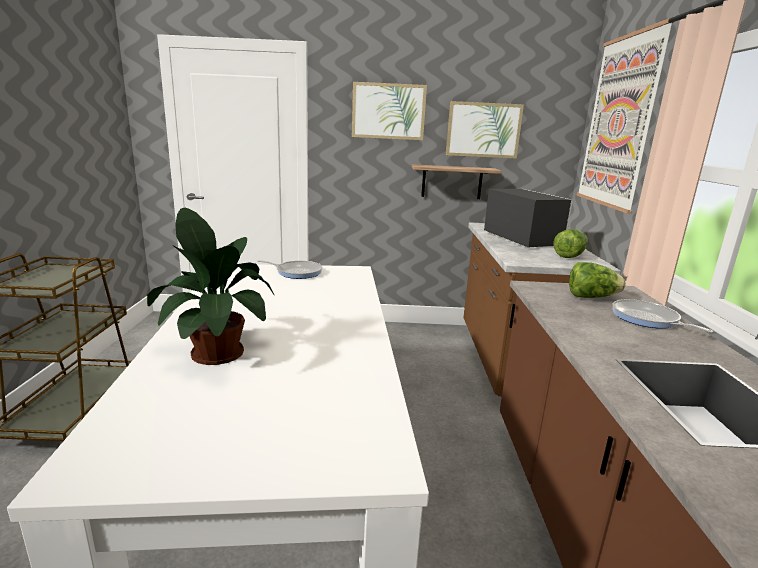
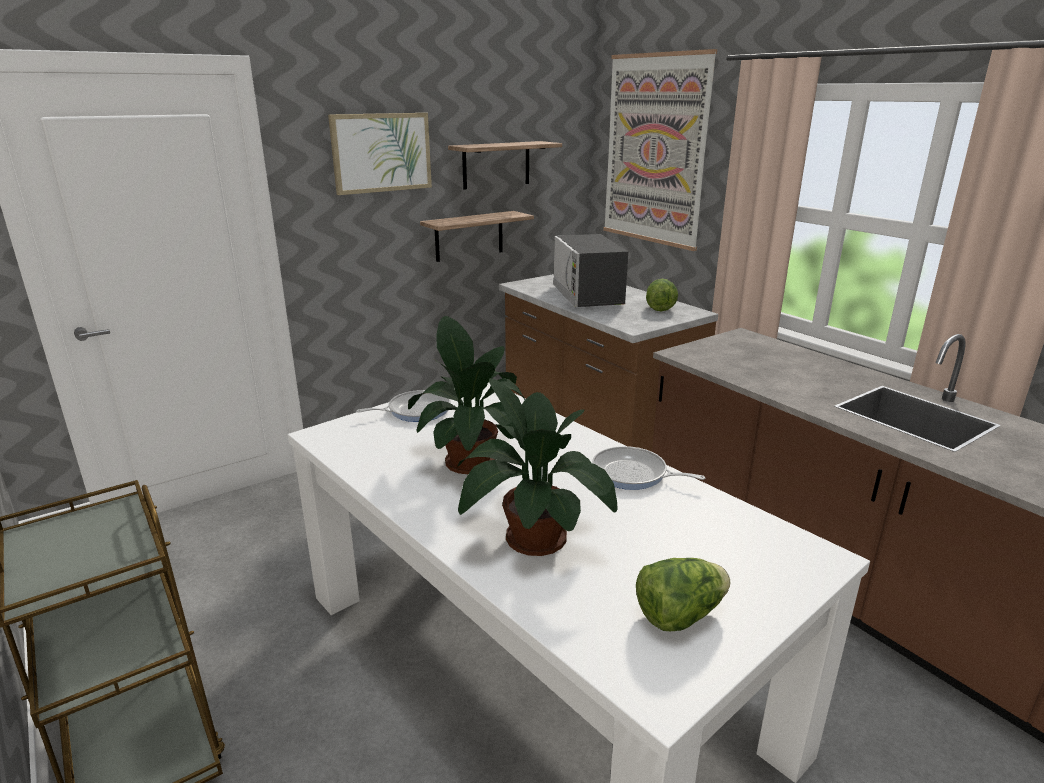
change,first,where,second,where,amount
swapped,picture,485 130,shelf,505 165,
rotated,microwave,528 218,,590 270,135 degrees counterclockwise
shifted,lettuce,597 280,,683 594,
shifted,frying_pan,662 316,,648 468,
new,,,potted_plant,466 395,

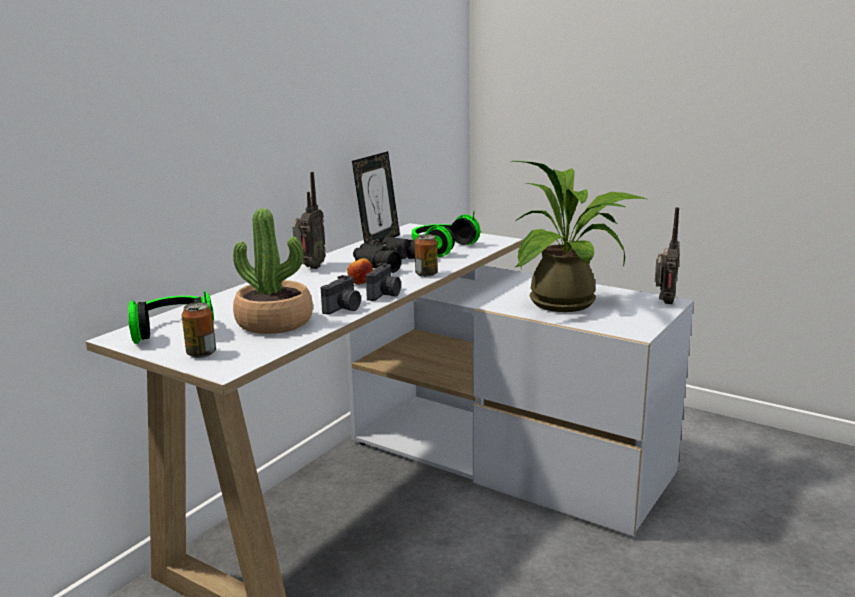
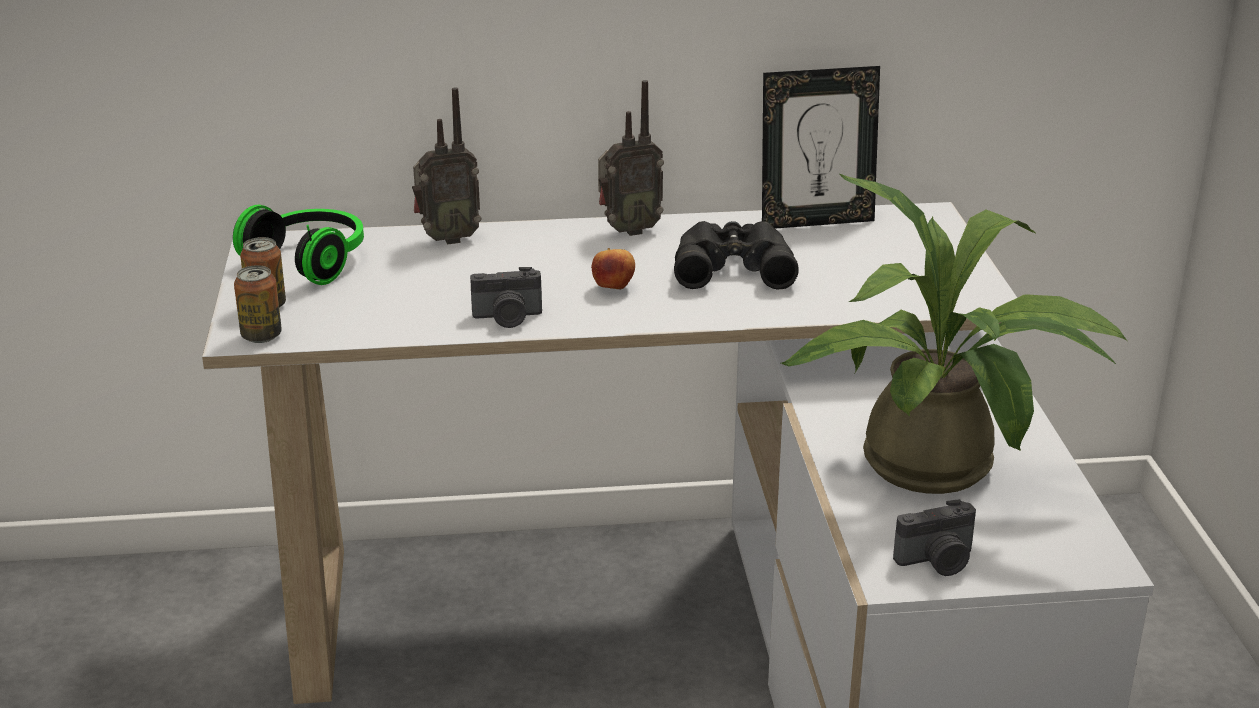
change,first,where,second,where,amount
shifted,radio,667 255,,446 166,
gone,potted_plant,273 271,,,
gone,headphones,446 233,,,
shifted,can,426 255,,258 304,
shifted,photo_camera,383 282,,934 537,

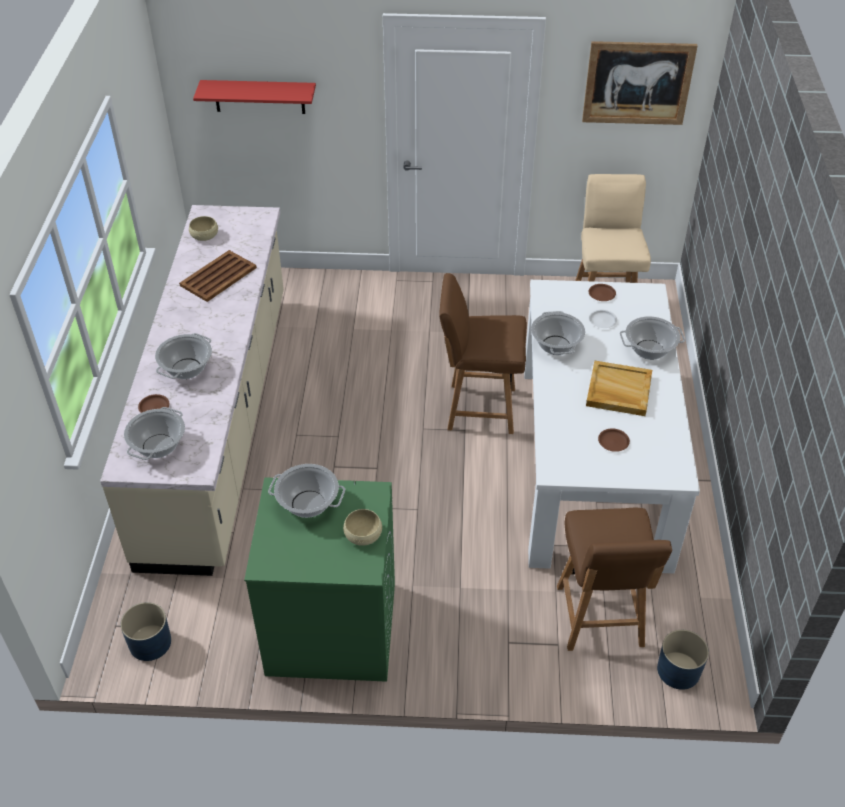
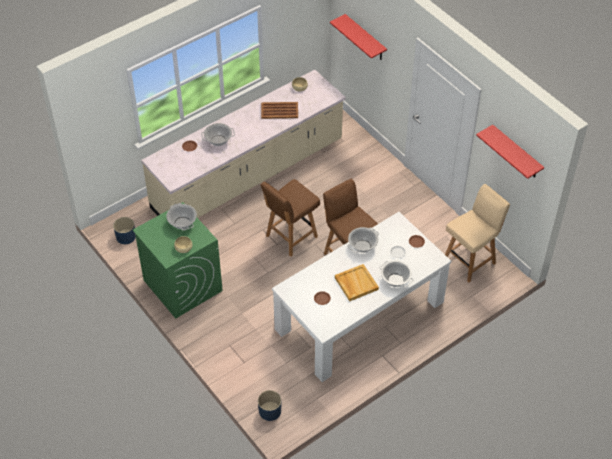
change,first,where,second,where,amount
swapped,picture,640 83,red_shelf,510 152,
gone,cooking_pot,154 433,,,
shifted,brown_chair,614 579,,290 218,

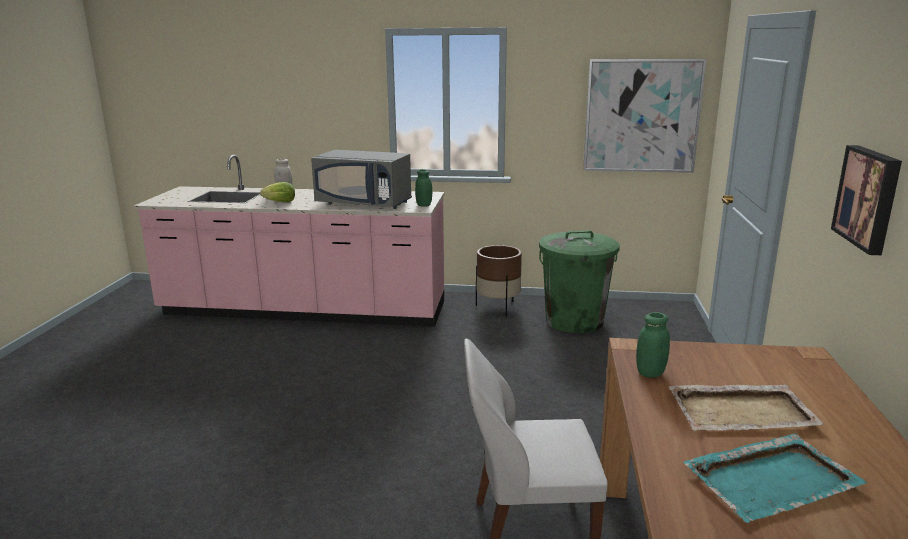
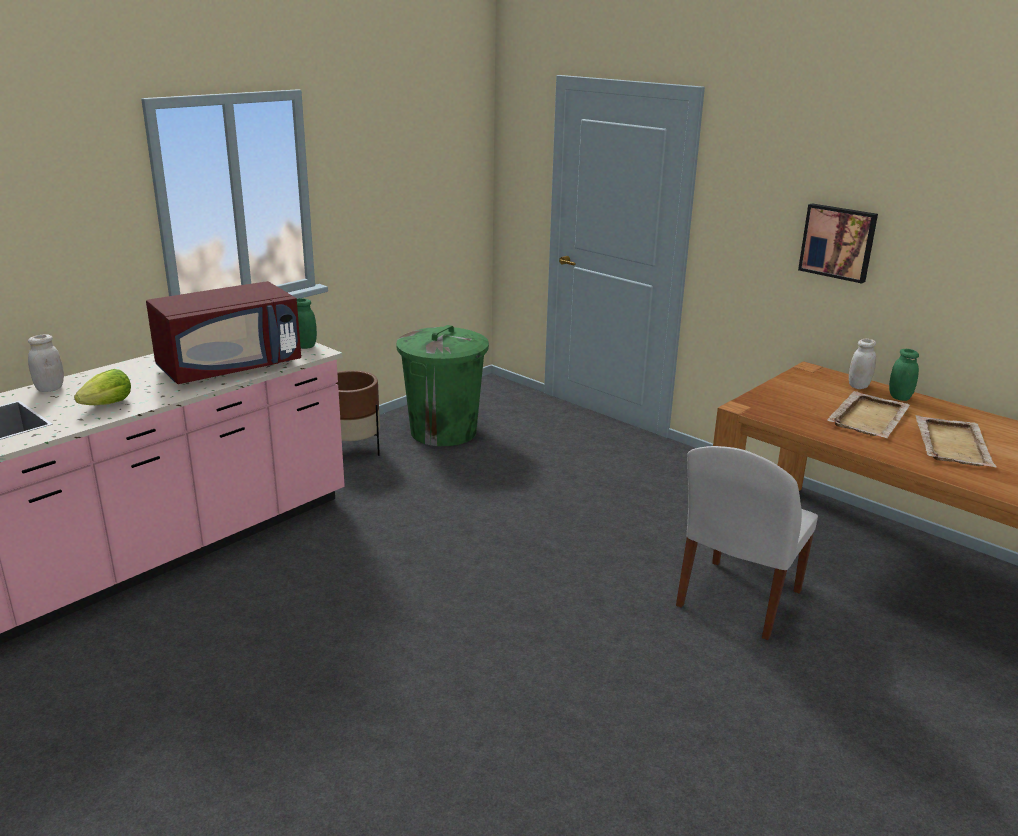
change,first,where,second,where,amount
gone,picture,644 116,,,
repainted,grey_microwave,361 179,red_microwave,223 332,
shifted,green_jar,653 345,,904 375,
repainted,turquoise_tray,775 478,beige_tray,956 441,
new,,,white_jar,862 364,

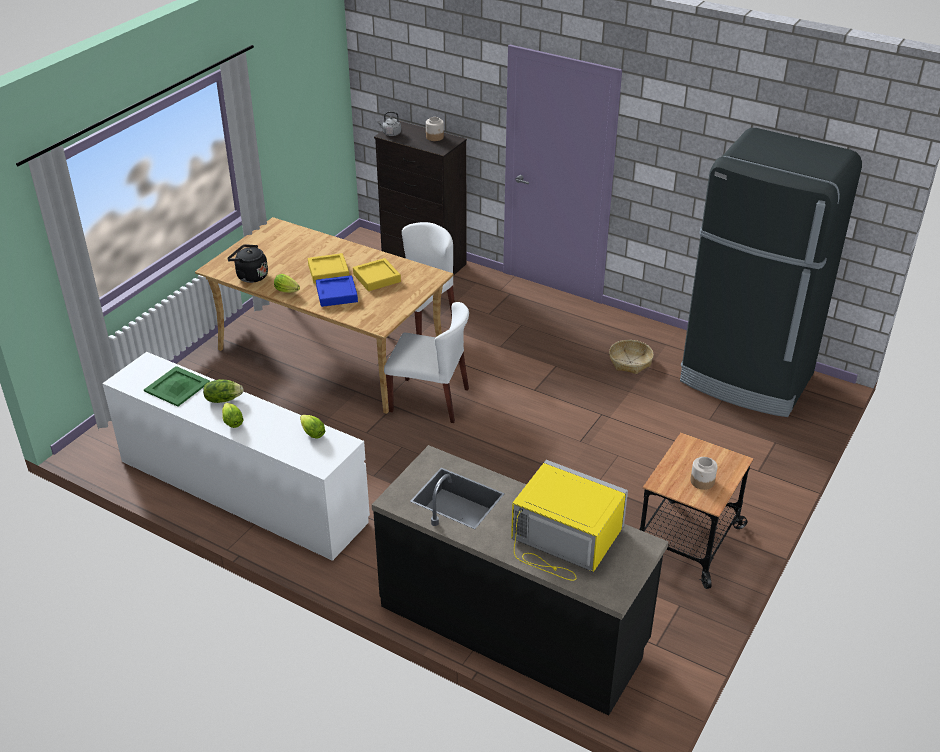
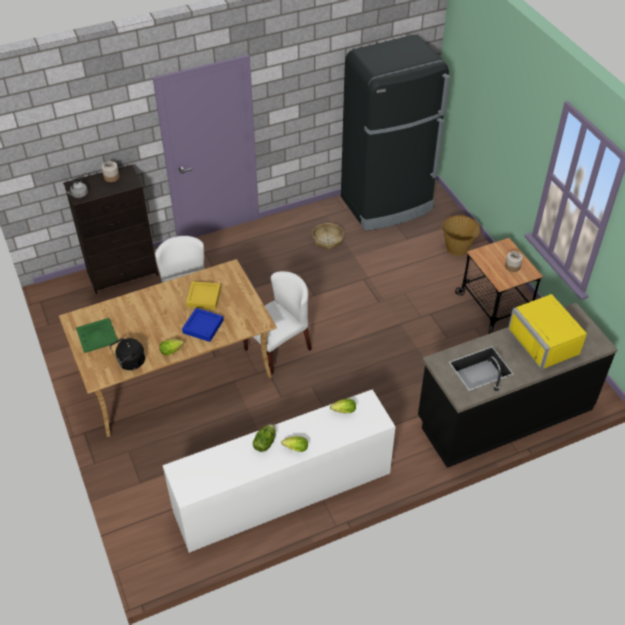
change,first,where,second,where,amount
gone,yellow_tray,328 268,,,
shifted,green_tray,177 386,,97 335,
rotated,yellow_microwave,569 520,,547 332,90 degrees counterclockwise
new,,,basket,461 235,

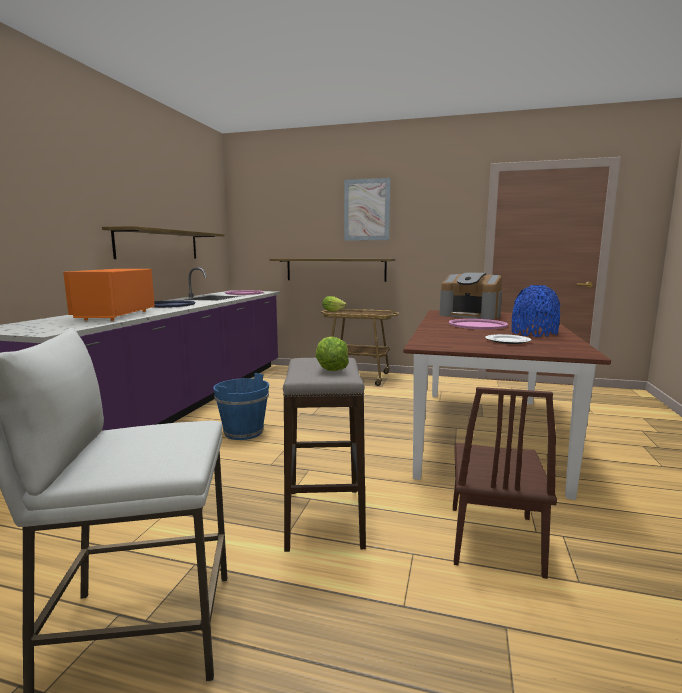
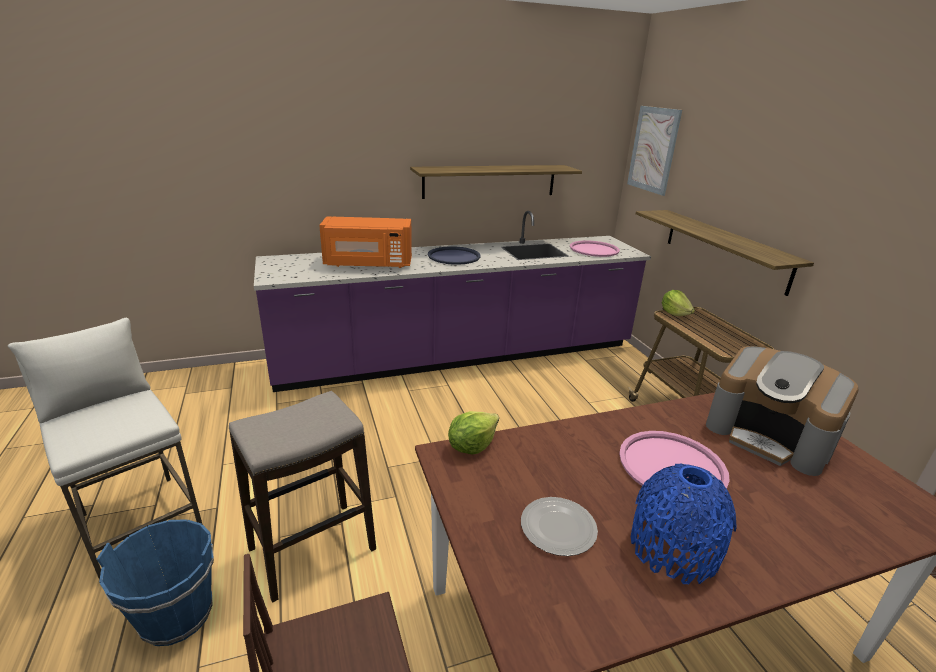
change,first,where,second,where,amount
shifted,picture,367 209,,654 151,
rotated,orange_microwave,109 295,,365 242,150 degrees counterclockwise
rotated,coffee_machine,470 296,,782 411,45 degrees counterclockwise
shifted,lettuce,332 353,,473 433,
shifted,blue_bucket,241 406,,155 582,

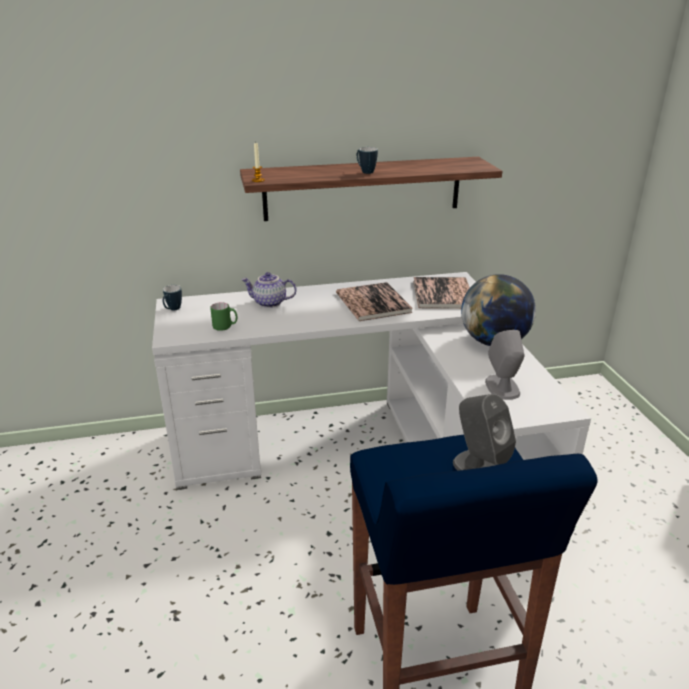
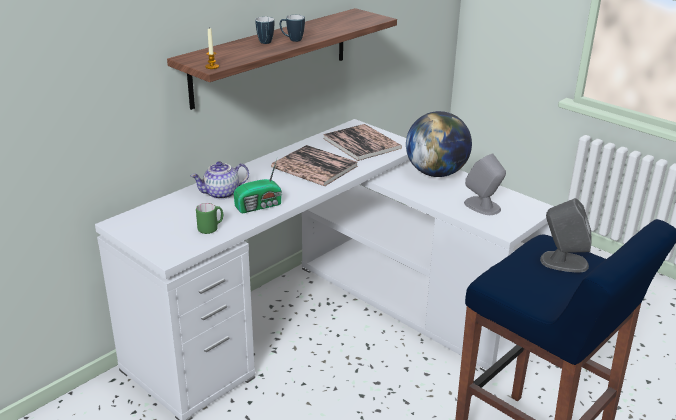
change,first,where,second,where,amount
shifted,mug,172 298,,264 30,
new,,,radio,258 186,

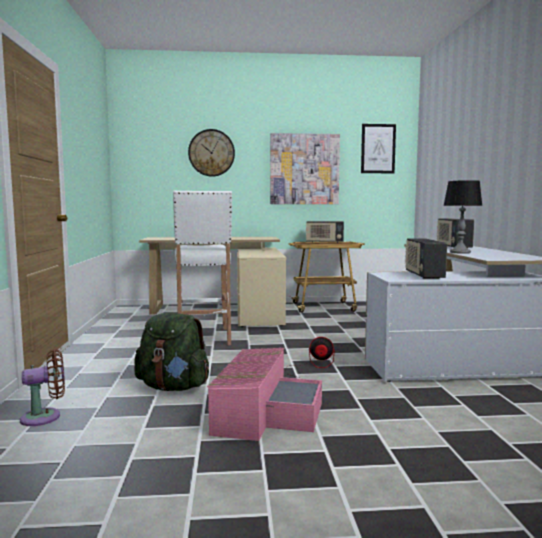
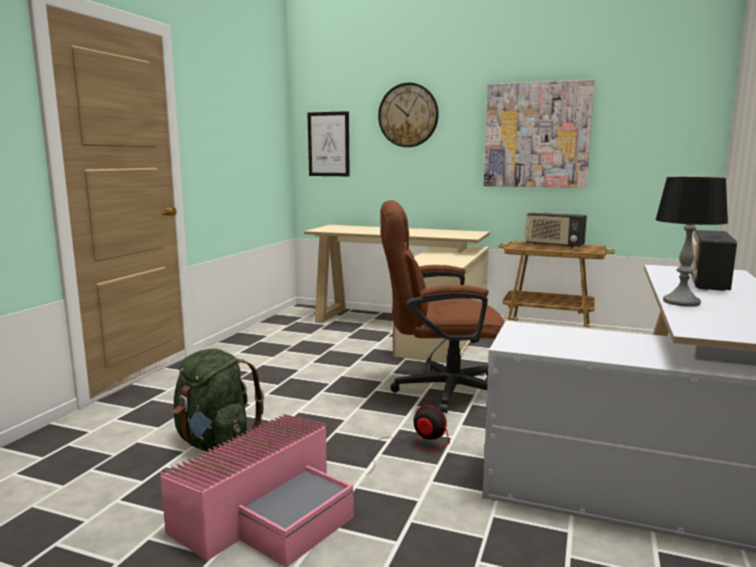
change,first,where,second,where,amount
shifted,picture,378 148,,328 143,
gone,white_stool,202 268,,,
gone,radio,426 259,,,
gone,brown_fan,42 387,,,
new,,,brown_office_chair,443 306,

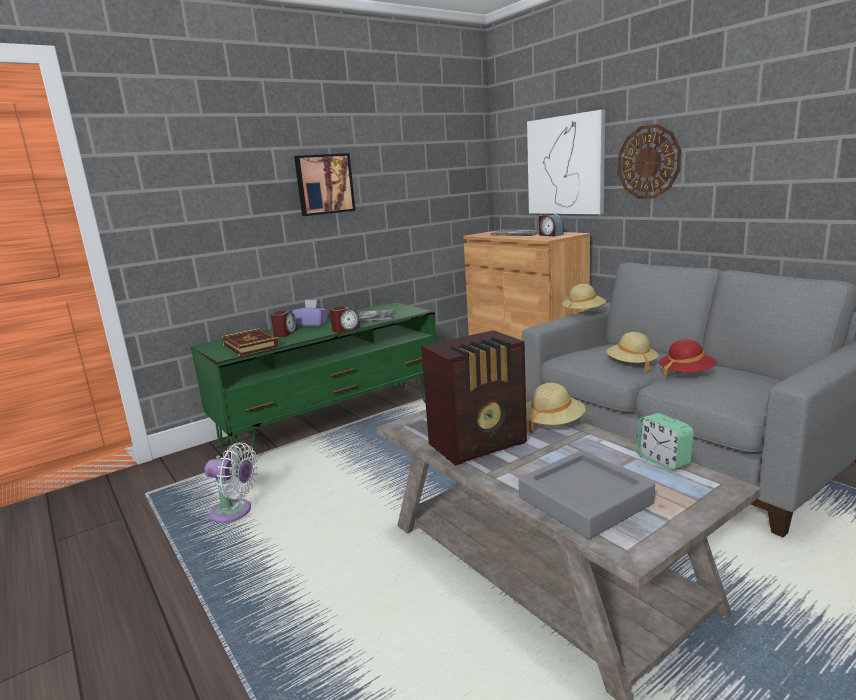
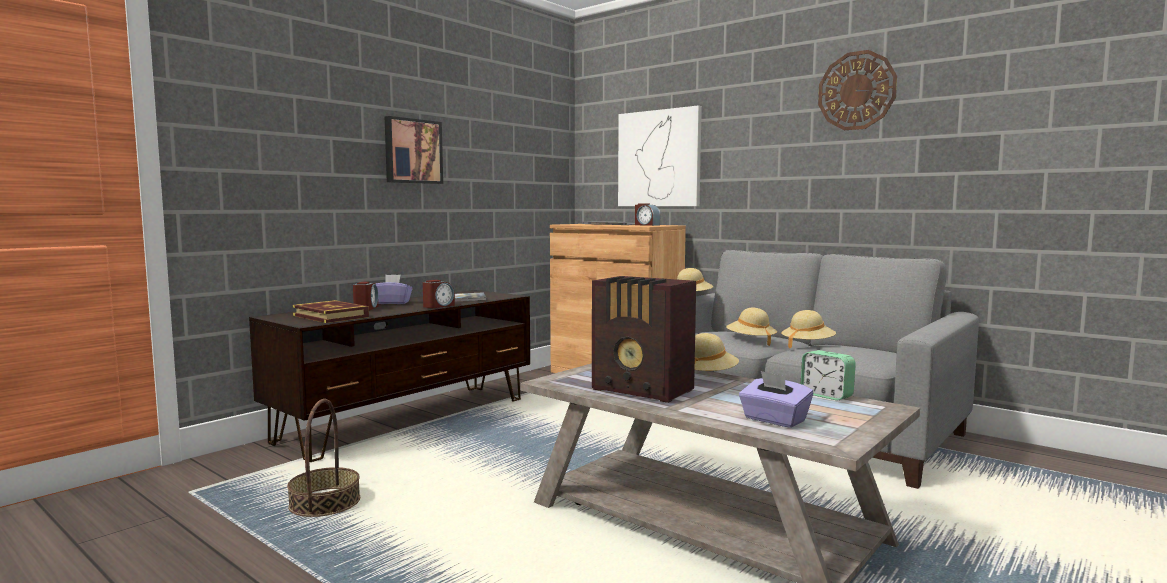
change,first,where,second,where,amount
shifted,wall_clock,649 161,,857 90,
repainted,green_tv_stand,314 382,brown_tv_stand,389 376,
rotated,radio,474 398,,644 339,75 degrees clockwise
repainted,red_hat,688 359,beige_hat,808 329,
swapped,white_fan,231 482,basket,323 458,
swapped,grey_tray,587 495,purple_tissue_box,776 399,

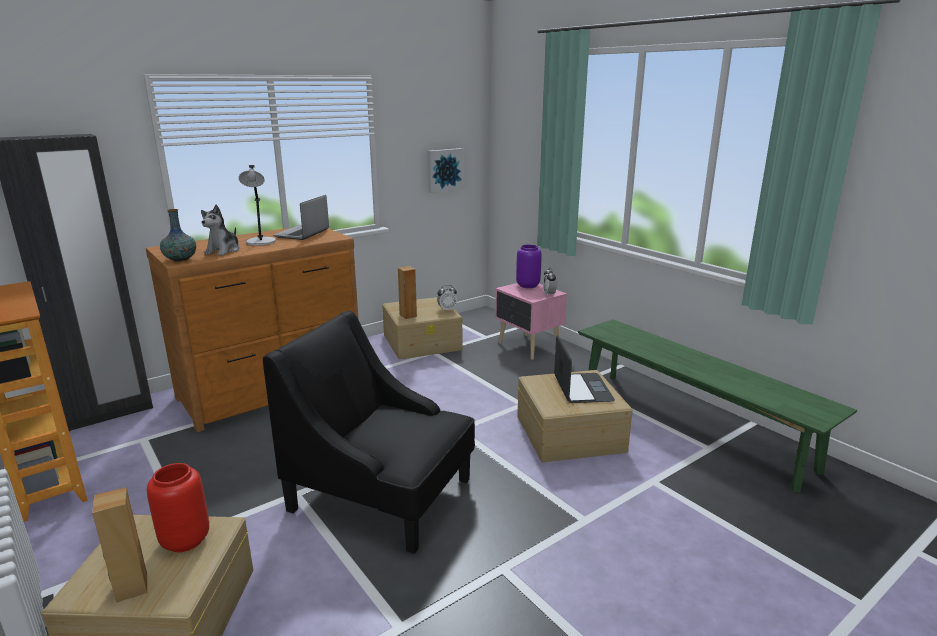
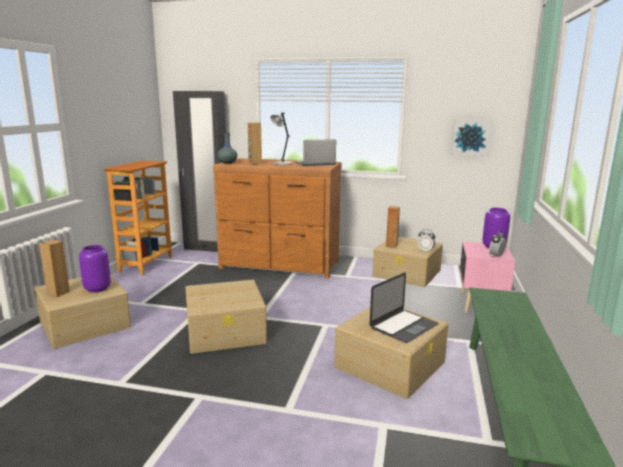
change,first,where,second,where,amount
swapped,plush_toy,220 230,brown_speaker,255 144,
swapped,black_armchair,369 432,beige_storage_box,226 317,
repainted,red_vase,178 507,purple_vase,95 269,

